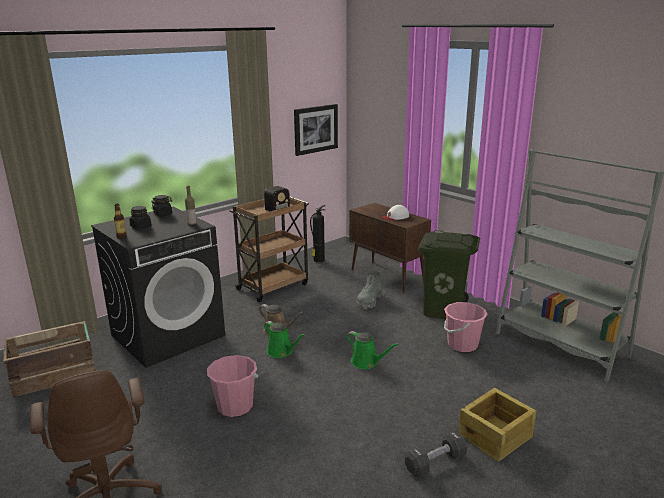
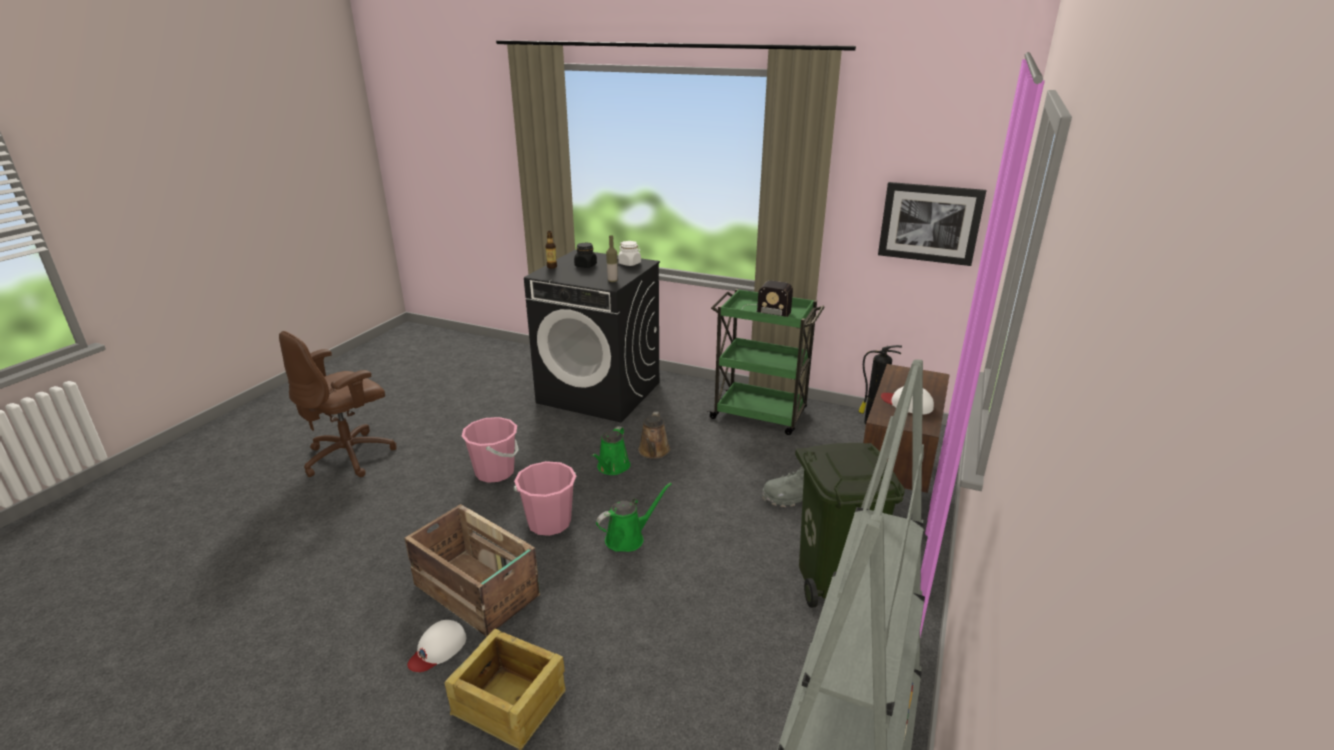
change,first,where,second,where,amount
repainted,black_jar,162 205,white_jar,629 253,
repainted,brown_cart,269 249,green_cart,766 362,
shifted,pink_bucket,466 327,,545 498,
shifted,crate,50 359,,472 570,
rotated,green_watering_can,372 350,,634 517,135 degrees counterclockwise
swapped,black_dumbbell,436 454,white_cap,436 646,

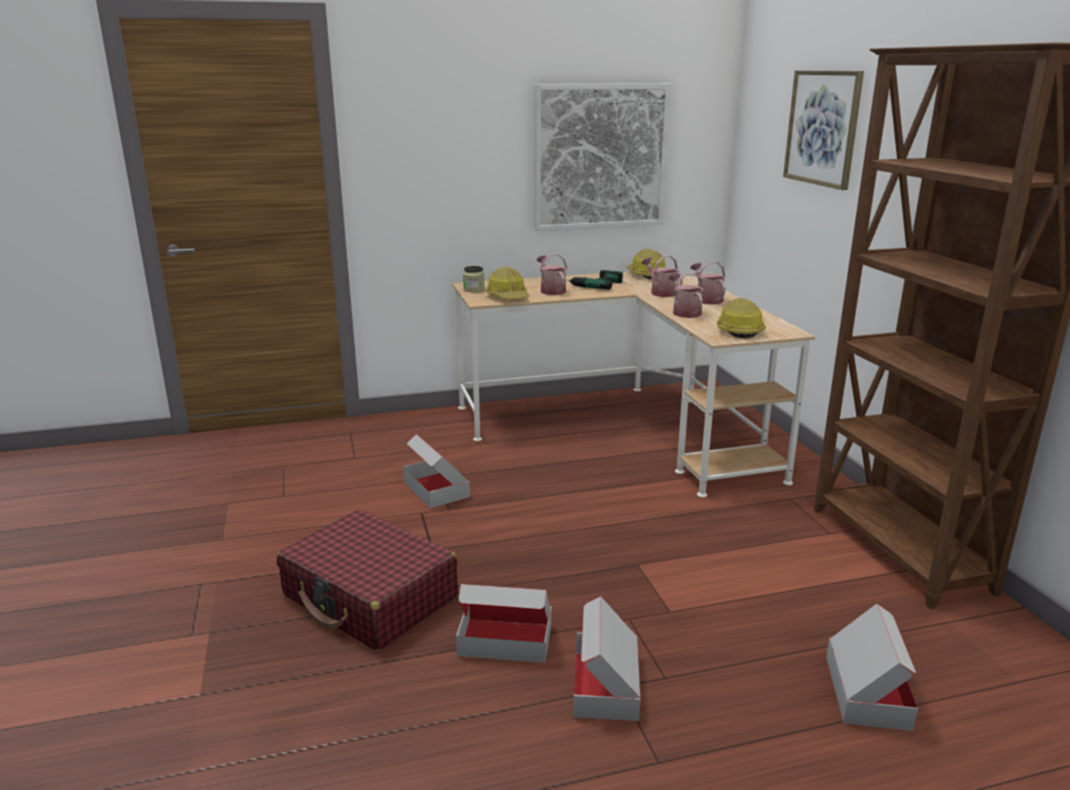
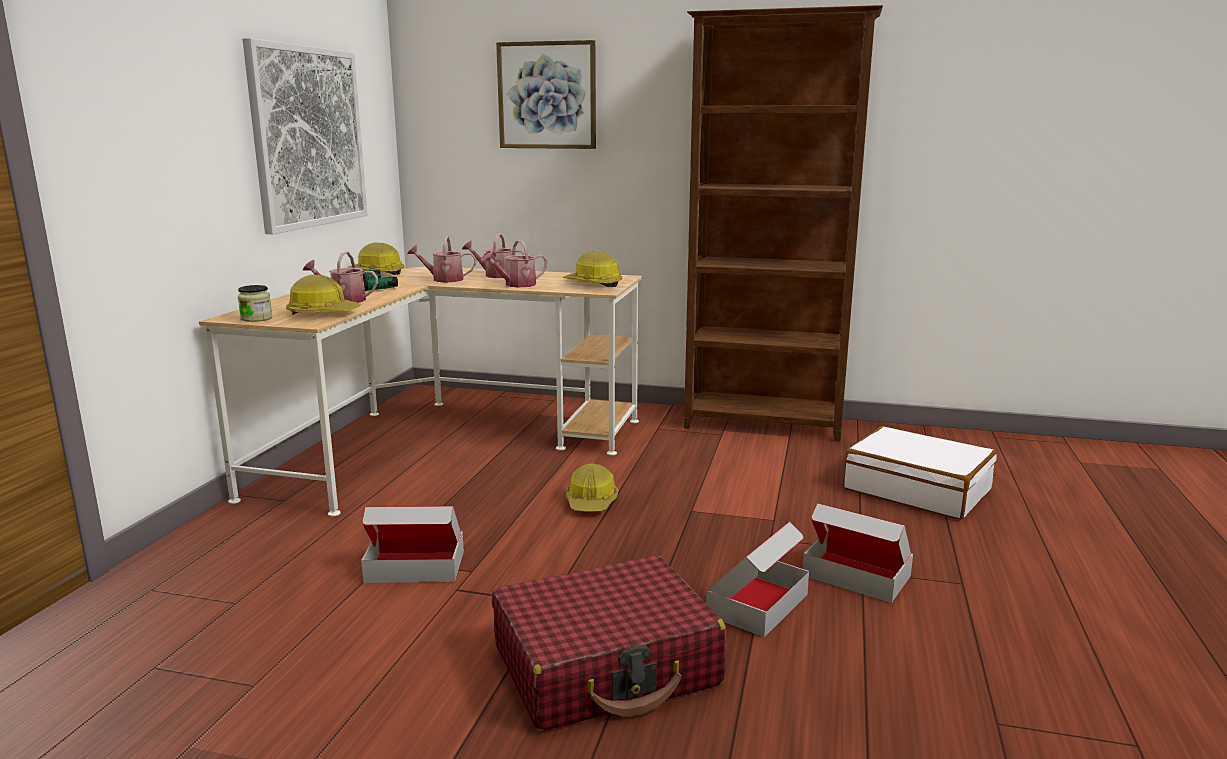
change,first,where,second,where,amount
rotated,watering_can,686 295,,514 264,45 degrees counterclockwise
swapped,cardboard_box,872 667,white_suitcase,920 472,
new,,,hard_hat,592 488,

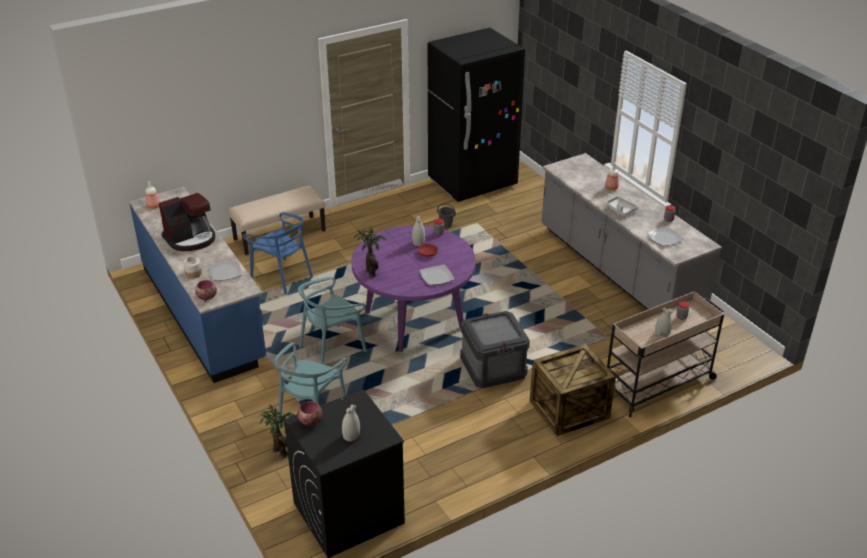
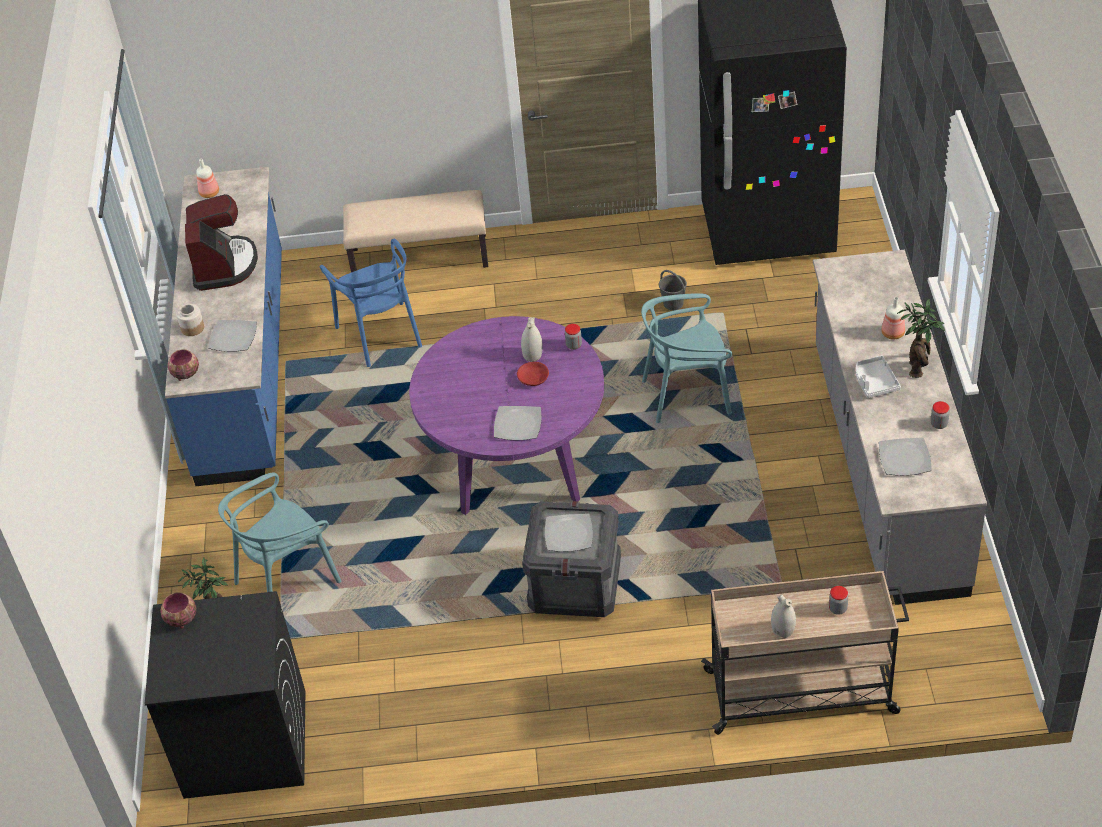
change,first,where,second,where,amount
rotated,coffee_machine,187 222,,221 242,90 degrees counterclockwise
shifted,potted_plant,370 252,,921 338,
shifted,turquoise_chair,332 320,,686 358,
gone,crate,573 390,,,
gone,white_vase,351 423,,,
new,,,plate,569 533,

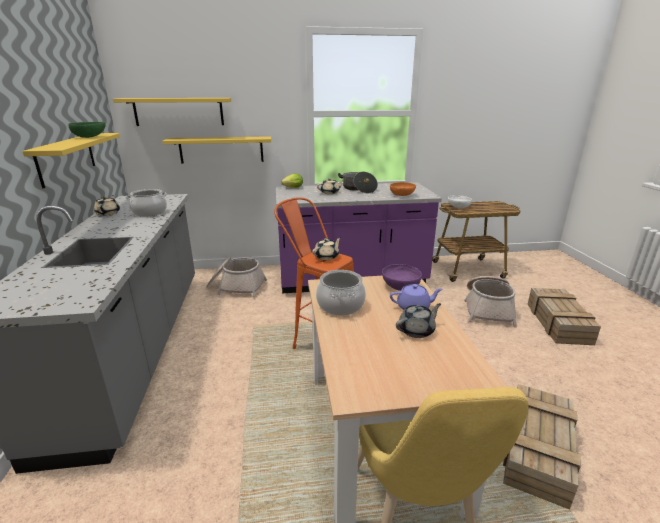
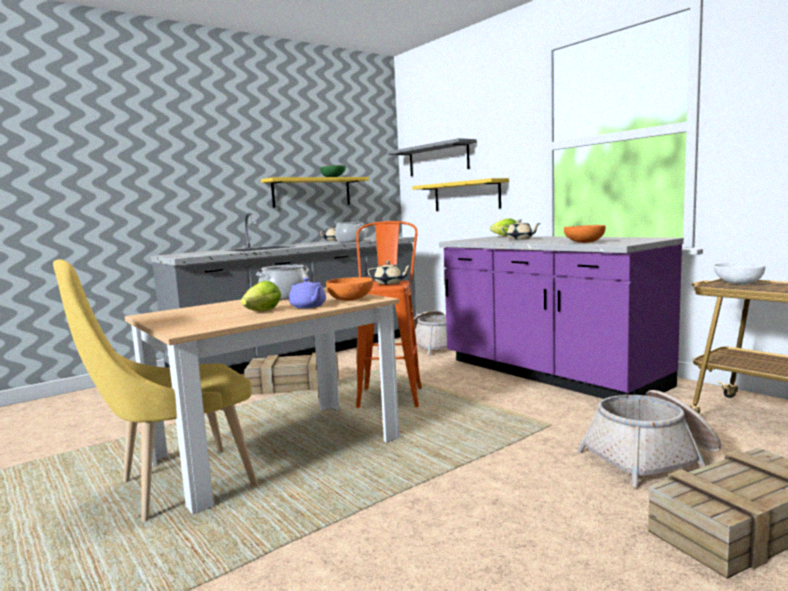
change,first,where,second,where,amount
repainted,yellow_shelf,172 112,grey_shelf,432 157,
gone,cooking_pot,358 182,,,
repainted,purple_bowl,402 277,orange_bowl,349 289,
swapped,grey_teapot,418 320,lettuce,261 296,
shifted,crate,542 447,,291 374,

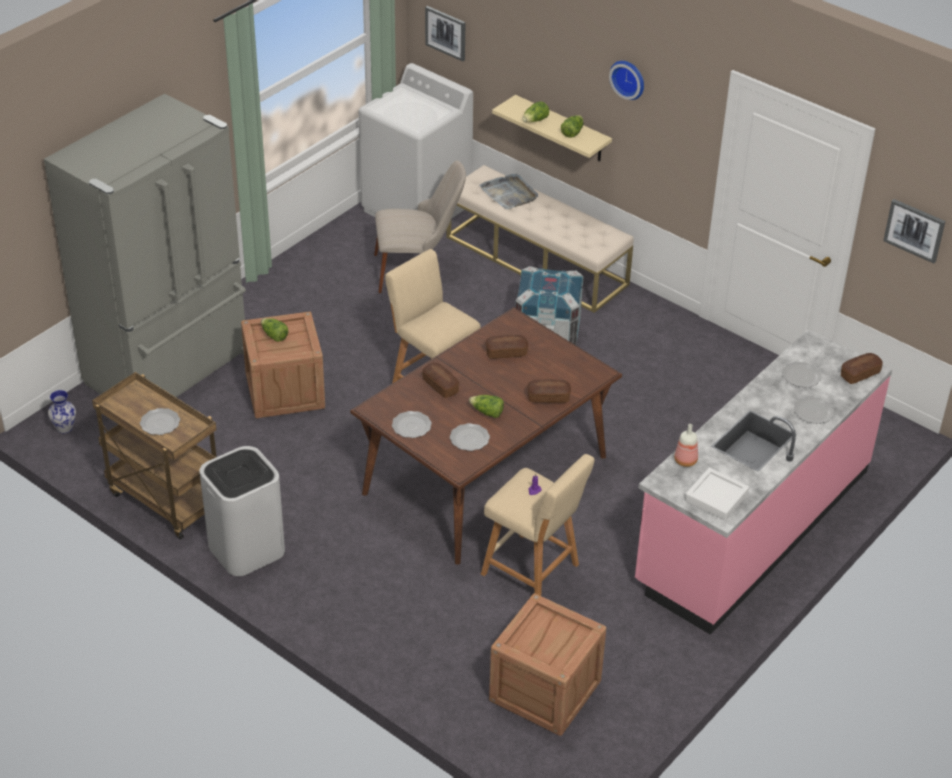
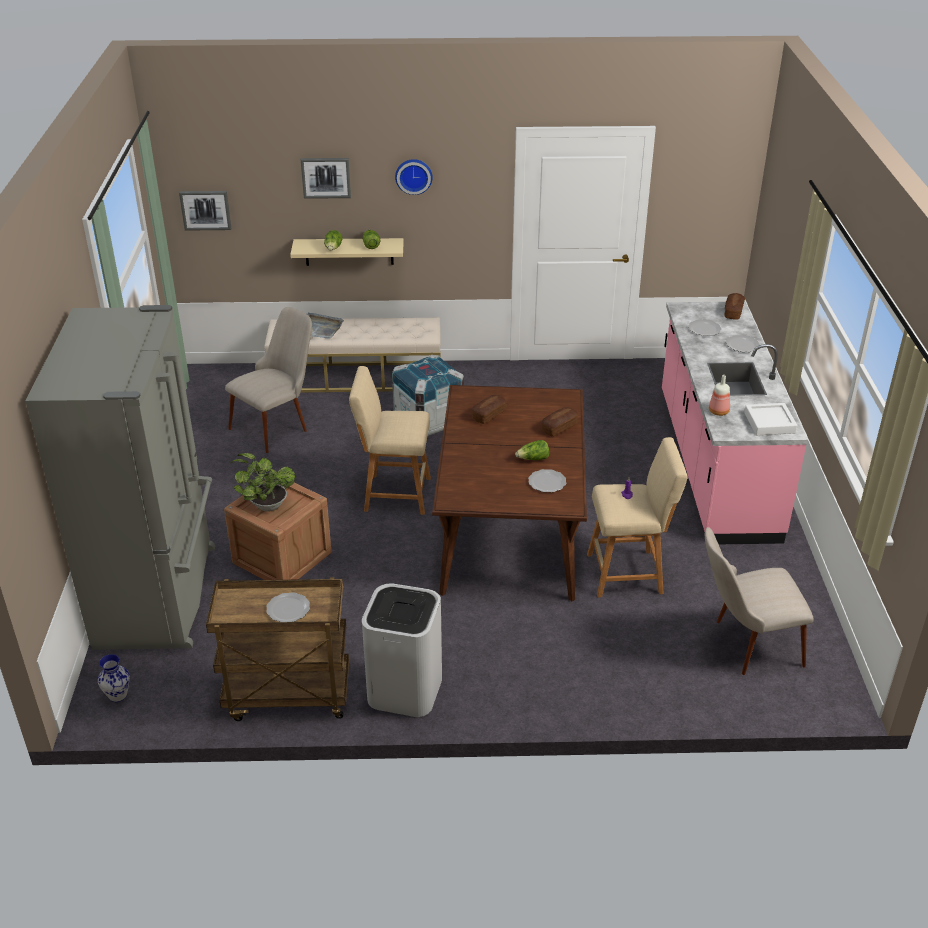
change,first,where,second,where,amount
gone,white_washing_machine,416 141,,,
shifted,picture,914 231,,326 178,
swapped,lettuce,274 330,potted_plant,262 482,
gone,bread,440 380,,,
gone,plate,412 424,,,
swapped,crate,547 664,beige_chair,759 601,

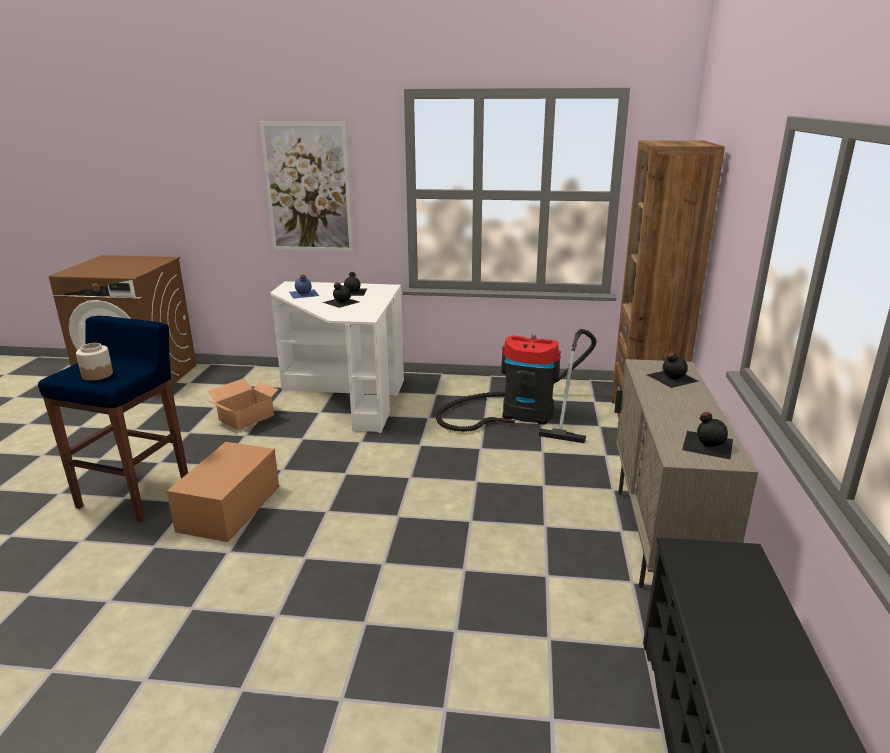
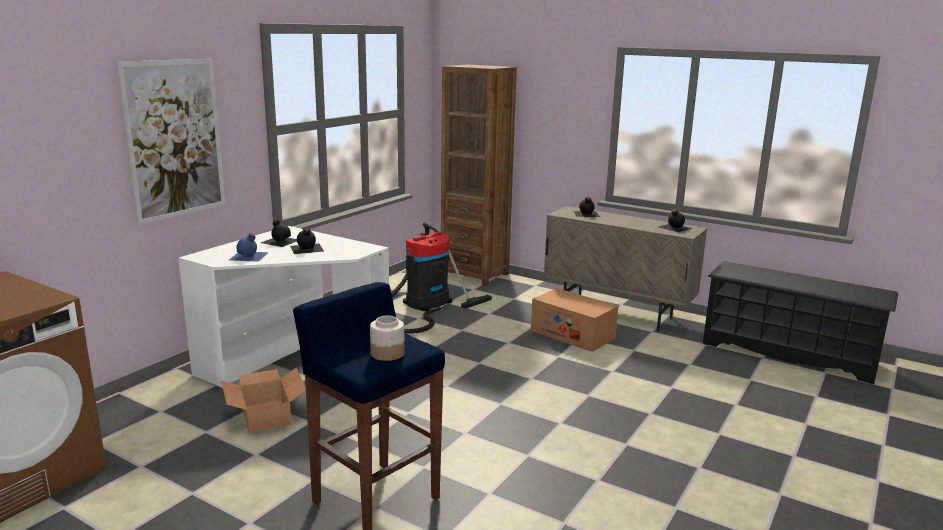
change,first,where,second,where,amount
shifted,cardboard_box,223 492,,574 320,

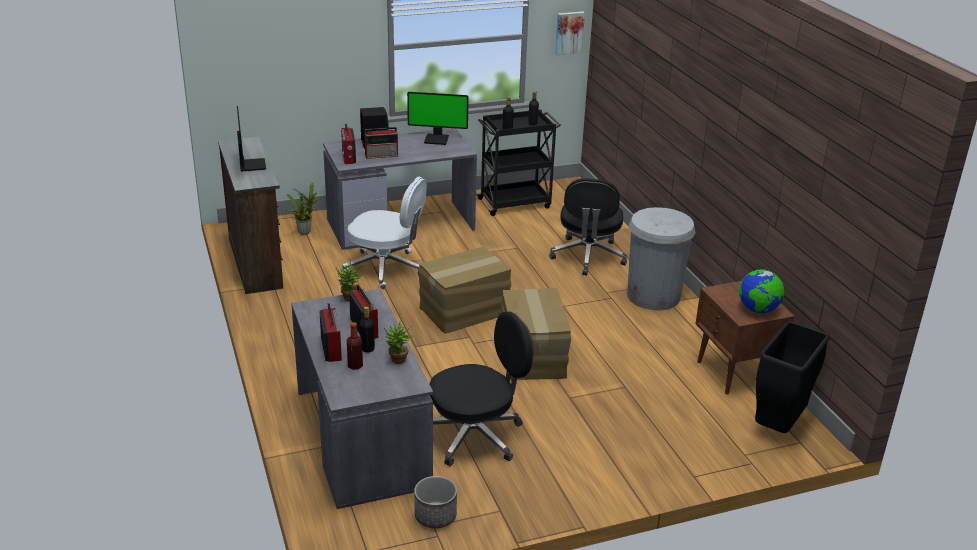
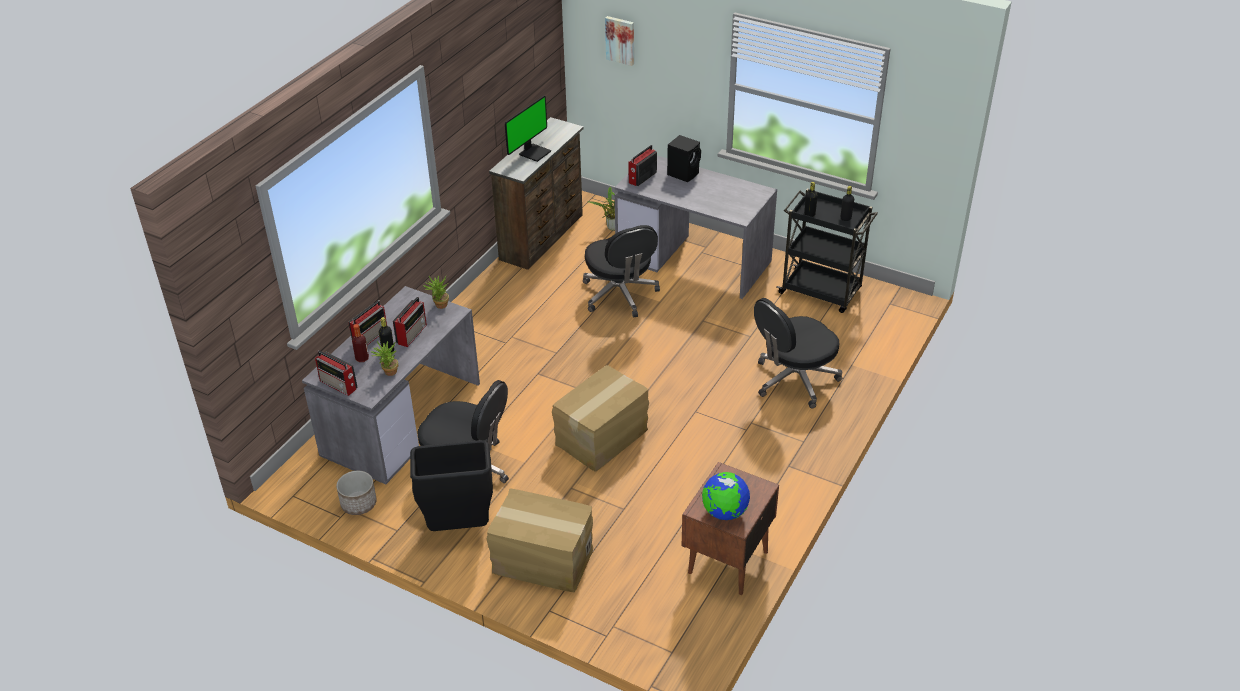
change,first,where,second,where,amount
shifted,picture,570 33,,619 41,
gone,monitor,438 118,,,
shifted,radio,381 143,,336 373,
repainted,white_office_chair,385 233,black_office_chair,621 271,
gone,white_trash_can,661 259,,,
shifted,cardboard_box,464 290,,540 540,
shifted,black_trash_can,792 377,,451 485,

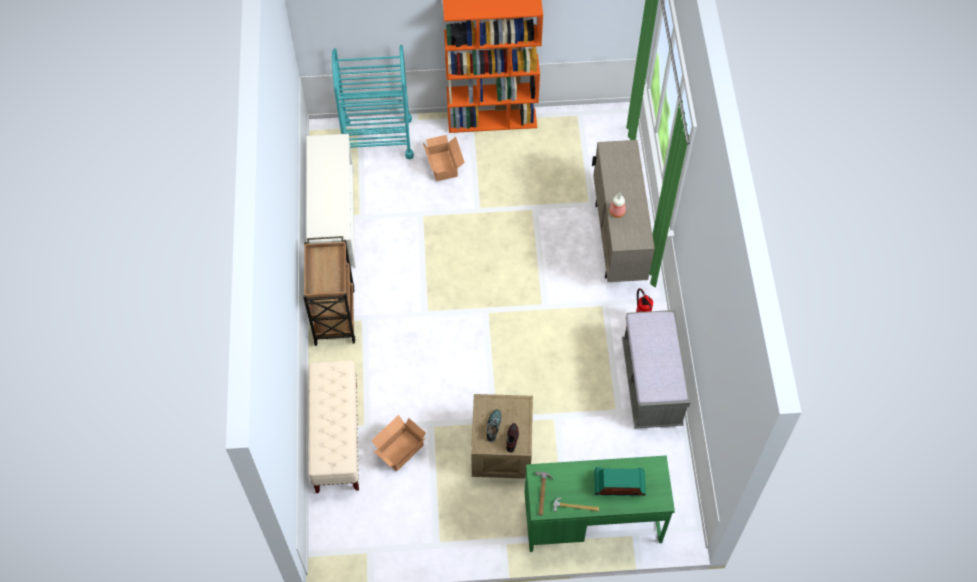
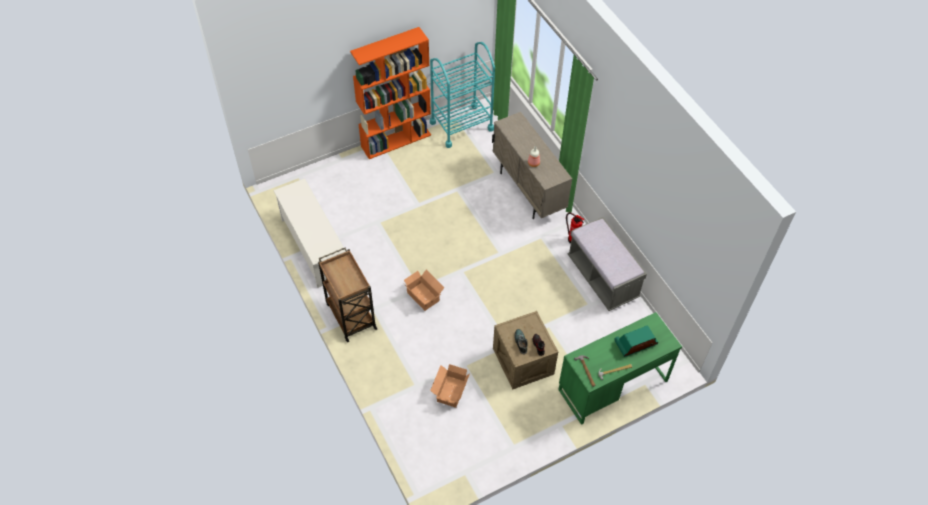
change,first,where,second,where,amount
shifted,turquoise_cart,373 102,,462 95,
shifted,cardboard_box,444 158,,424 290,
gone,beige_bench,333 426,,,

